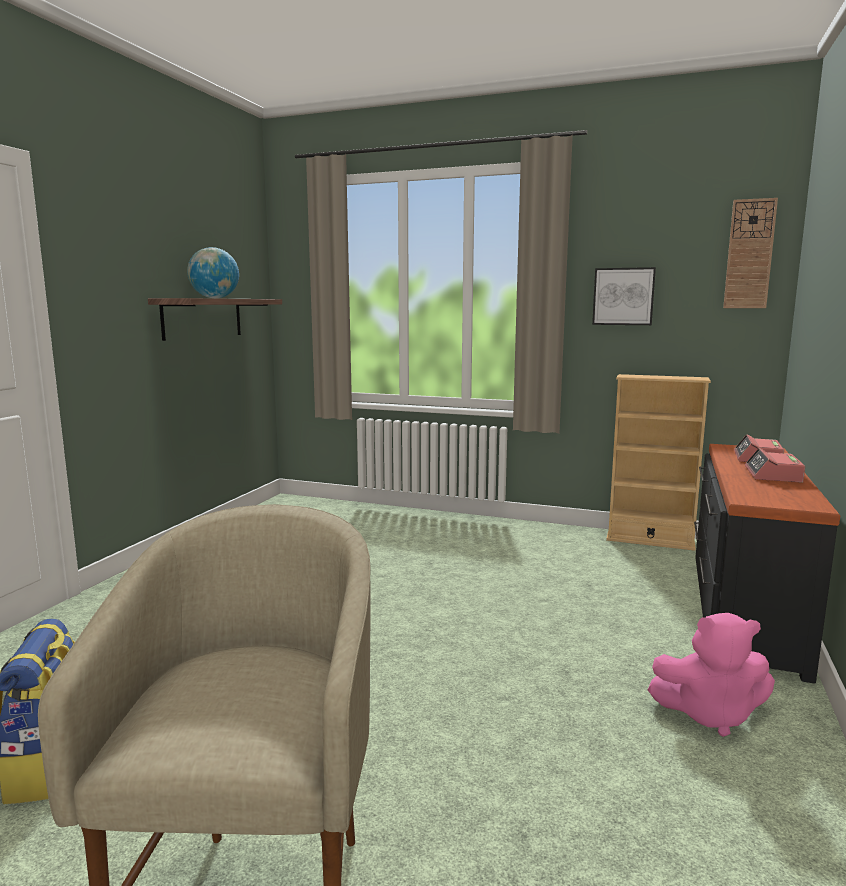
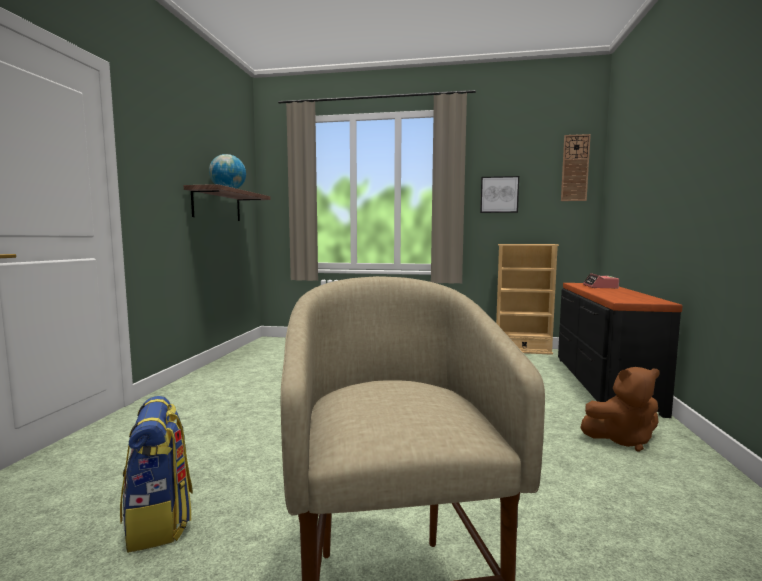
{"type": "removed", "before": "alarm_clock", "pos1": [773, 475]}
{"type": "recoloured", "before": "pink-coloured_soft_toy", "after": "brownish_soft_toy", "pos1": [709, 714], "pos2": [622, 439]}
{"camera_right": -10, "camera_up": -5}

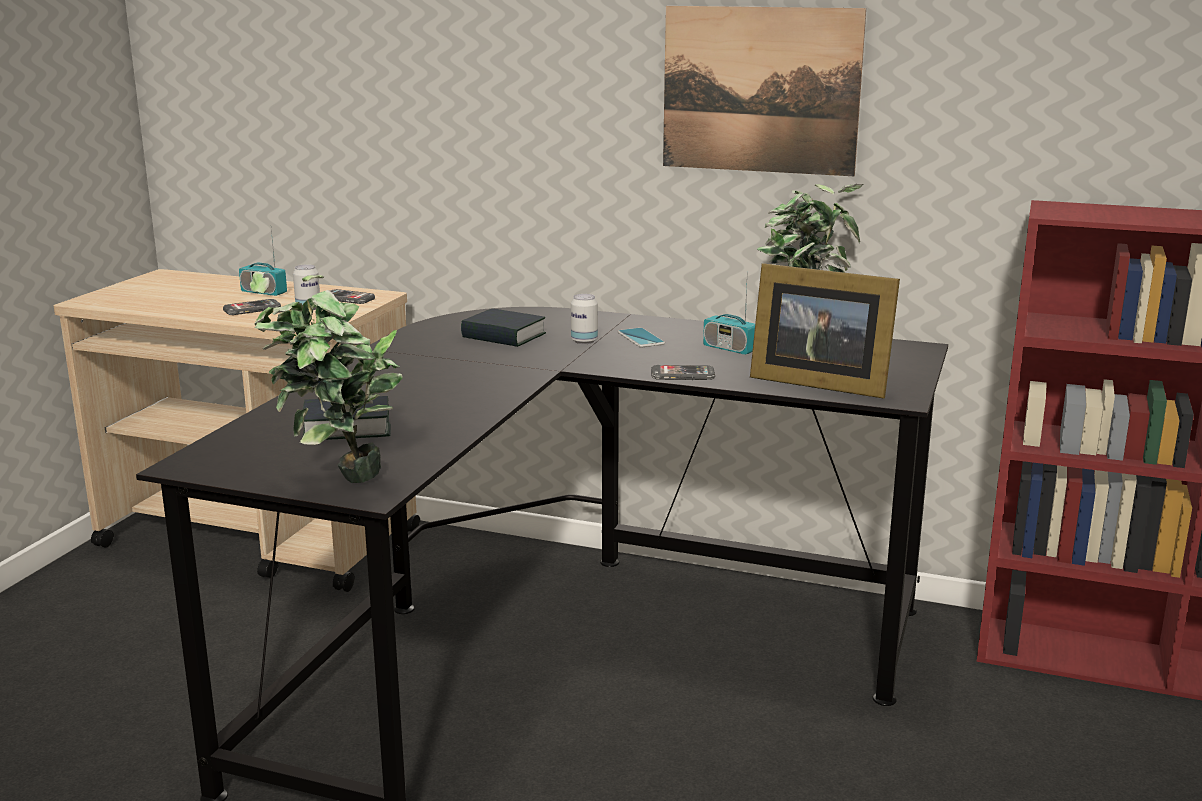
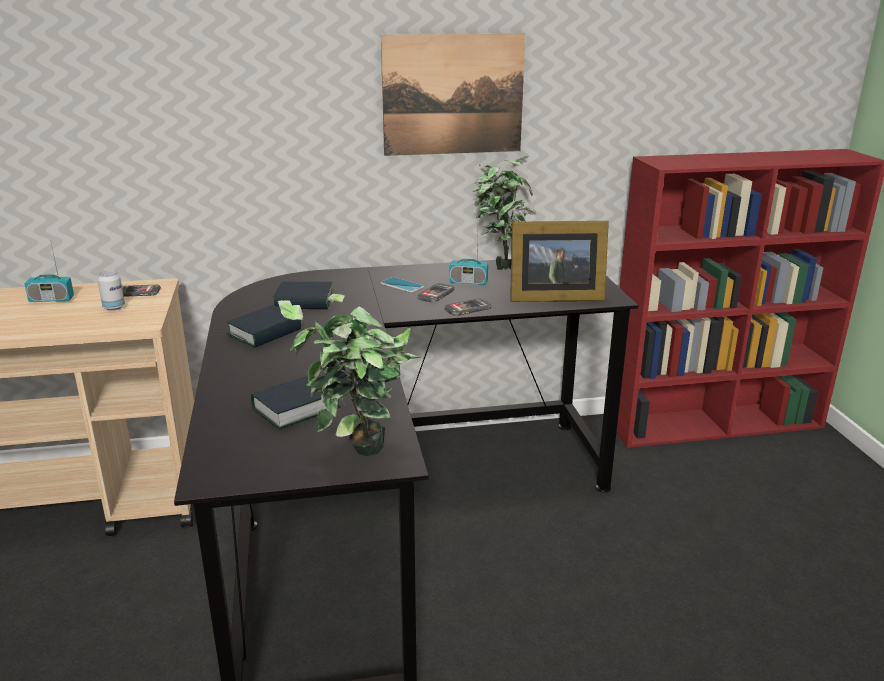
{"type": "removed", "before": "can", "pos1": [584, 341]}
{"type": "moved", "before": "telephone", "pos1": [252, 309], "pos2": [436, 294]}
{"type": "added", "after": "volume", "pos2": [265, 333]}
{"camera_right": -30, "camera_up": 5}

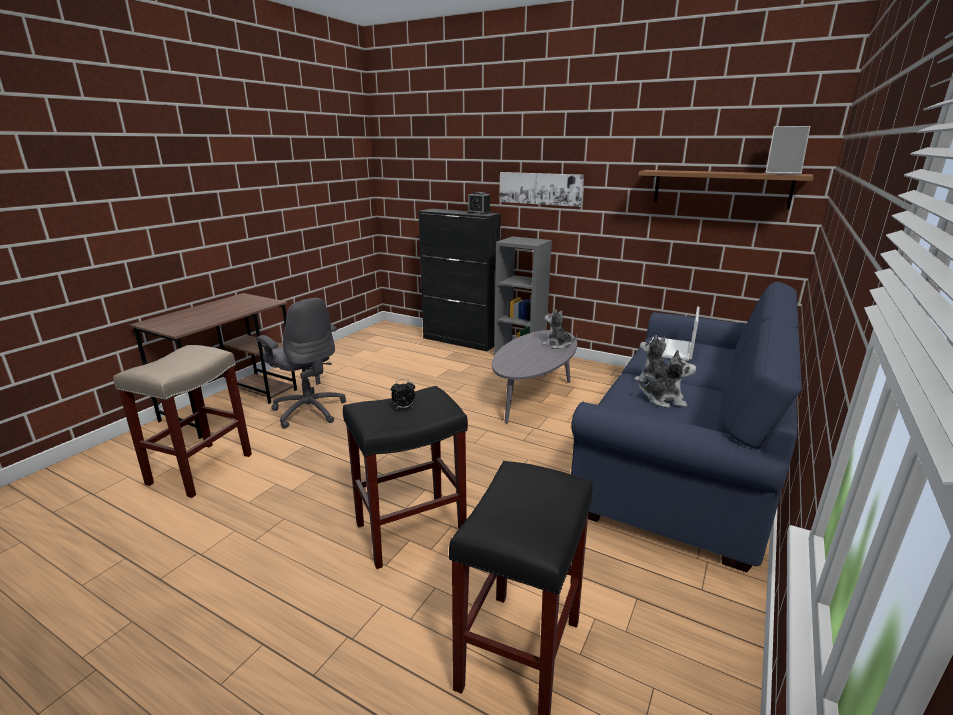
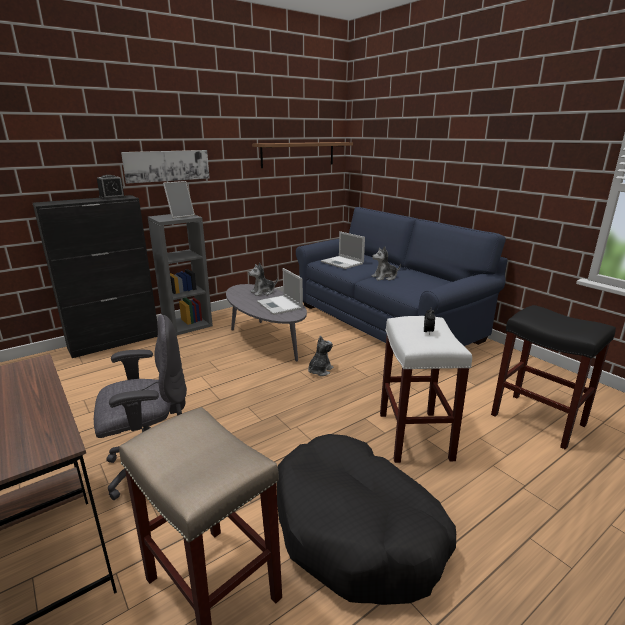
{"type": "moved", "before": "standing_frame", "pos1": [782, 173], "pos2": [180, 216]}
{"type": "moved", "before": "soft_toy", "pos1": [664, 400], "pos2": [319, 370]}
{"type": "recoloured", "before": "black-coloured_stool", "after": "whitish_stool", "pos1": [409, 531], "pos2": [415, 436]}
{"type": "added", "after": "notebook_computer", "pos2": [280, 305]}
{"type": "added", "after": "black-coloured_pet_bed", "pos2": [357, 529]}
{"camera_right": -65, "camera_up": 0}

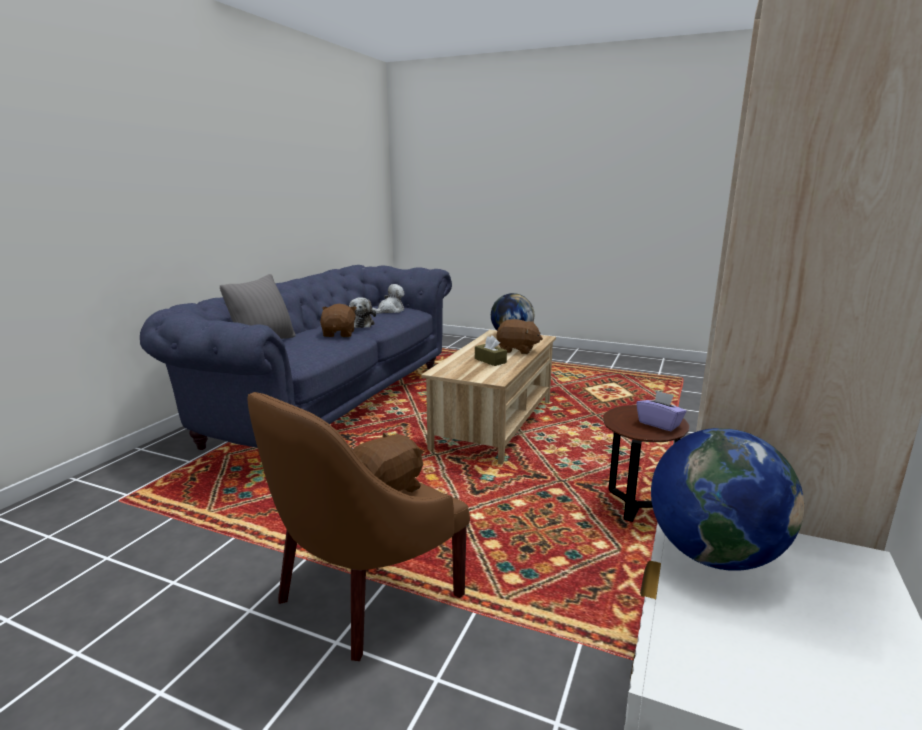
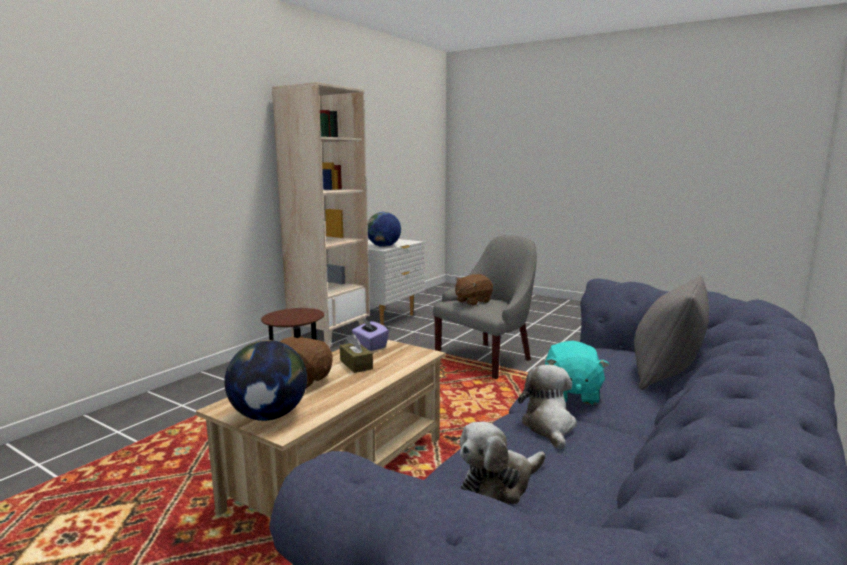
{"type": "recoloured", "before": "brownish_soft_toy", "after": "blue-green_soft_toy", "pos1": [339, 334], "pos2": [571, 394]}
{"type": "moved", "before": "purple_box_of_tissues", "pos1": [659, 424], "pos2": [370, 346]}
{"type": "recoloured", "before": "brownish_lounge_chair", "after": "grey_lounge_chair", "pos1": [362, 595], "pos2": [487, 358]}
{"camera_right": -170, "camera_up": -5}

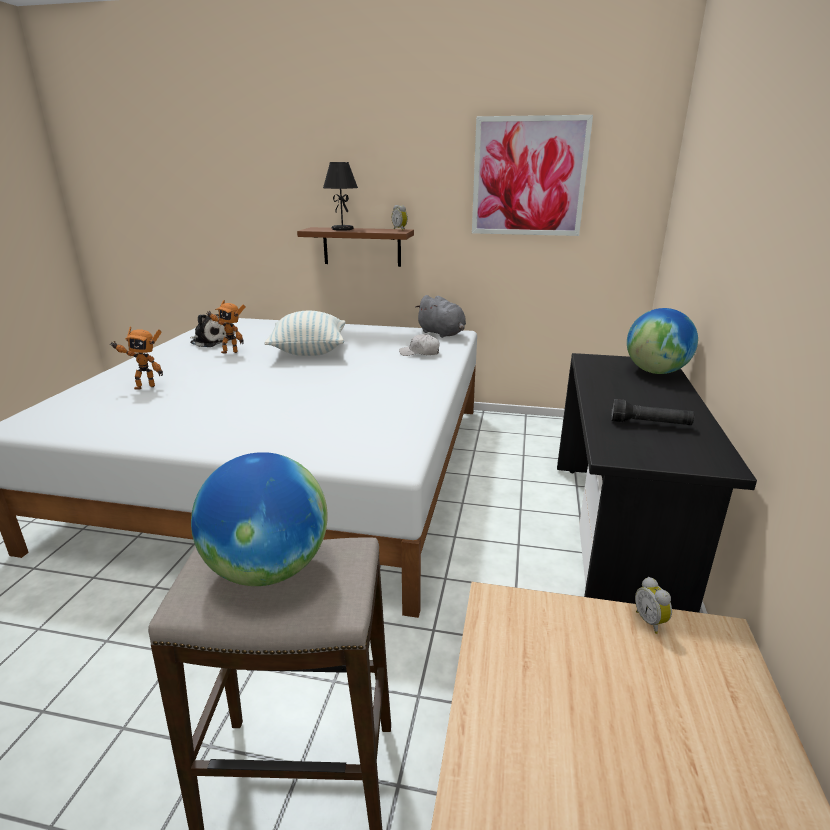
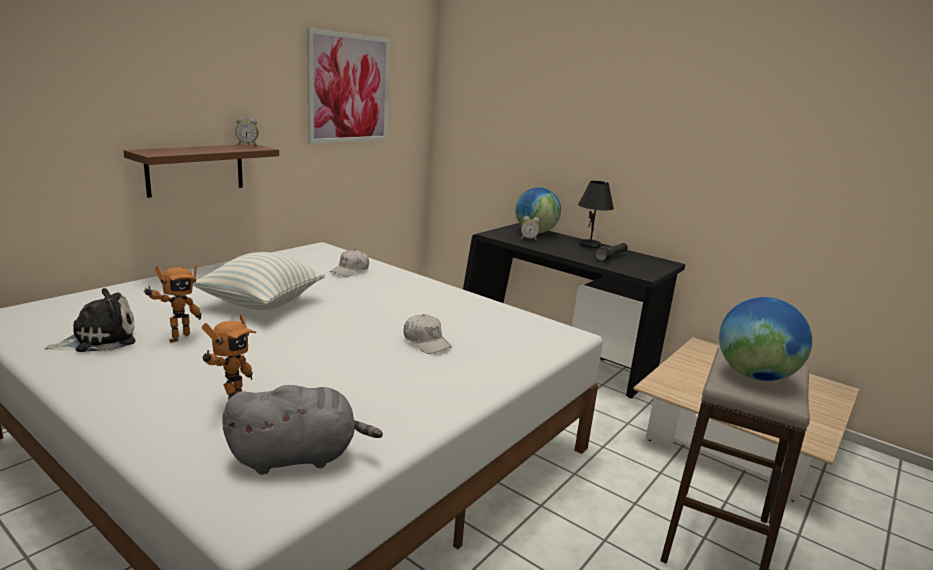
{"type": "moved", "before": "black-coloured_lamp_for_a_table", "pos1": [342, 229], "pos2": [590, 245]}
{"type": "moved", "before": "grey_soft_toy", "pos1": [442, 334], "pos2": [298, 457]}
{"type": "moved", "before": "alarm_clock", "pos1": [651, 621], "pos2": [529, 239]}
{"type": "added", "after": "whitish_peaked_cap", "pos2": [426, 342]}
{"camera_right": -65, "camera_up": -5}

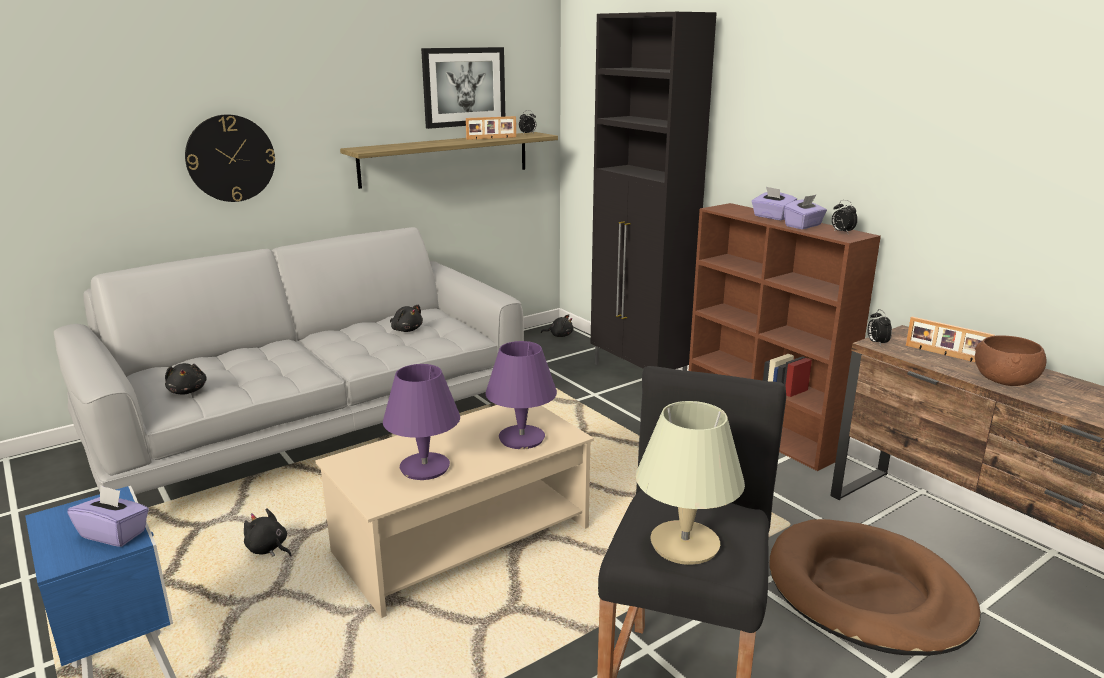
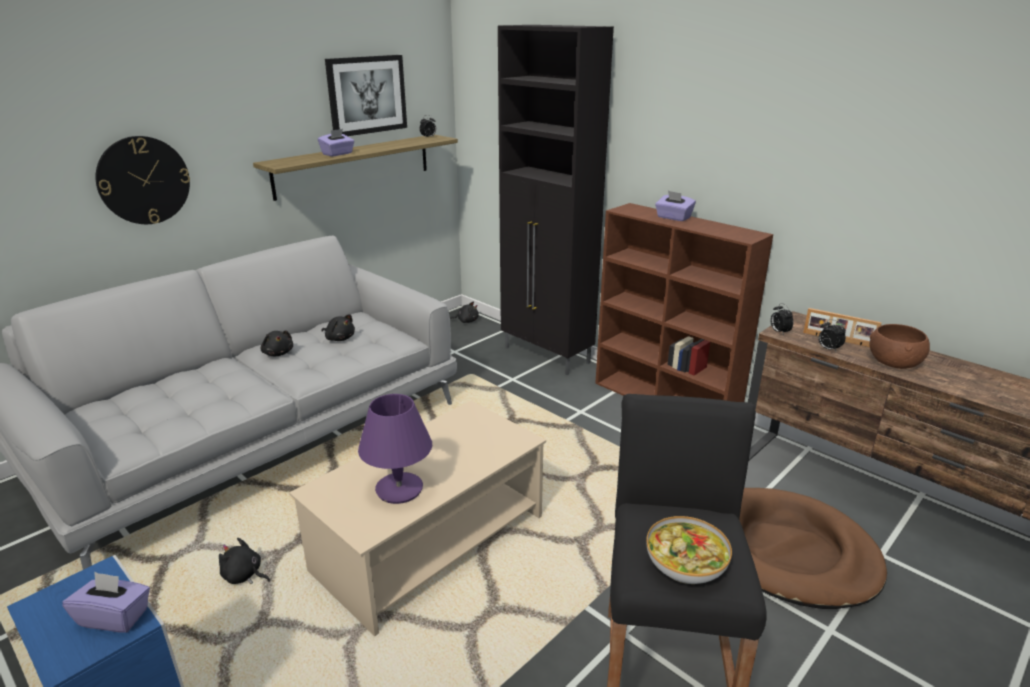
{"type": "removed", "before": "standing_frame", "pos1": [491, 138]}
{"type": "moved", "before": "purple_box_of_tissues", "pos1": [803, 226], "pos2": [338, 154]}
{"type": "moved", "before": "alarm_clock", "pos1": [841, 232], "pos2": [828, 349]}
{"type": "removed", "before": "purple_lamp_for_a_table", "pos1": [521, 438]}
{"type": "moved", "before": "black-coloured_soft_toy", "pos1": [187, 391], "pos2": [278, 353]}
{"type": "replaced", "before": "beige_lamp_for_a_table", "after": "deep_dish", "pos1": [685, 544], "pos2": [686, 563]}
{"camera_right": -10, "camera_up": 5}

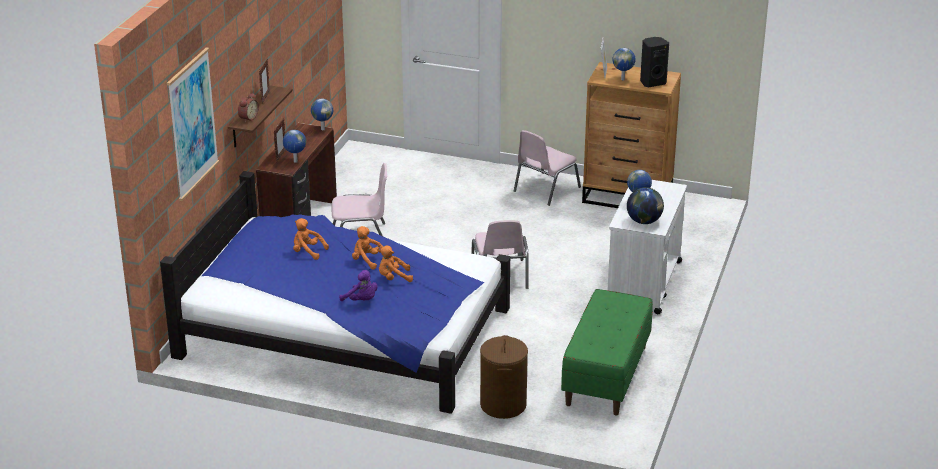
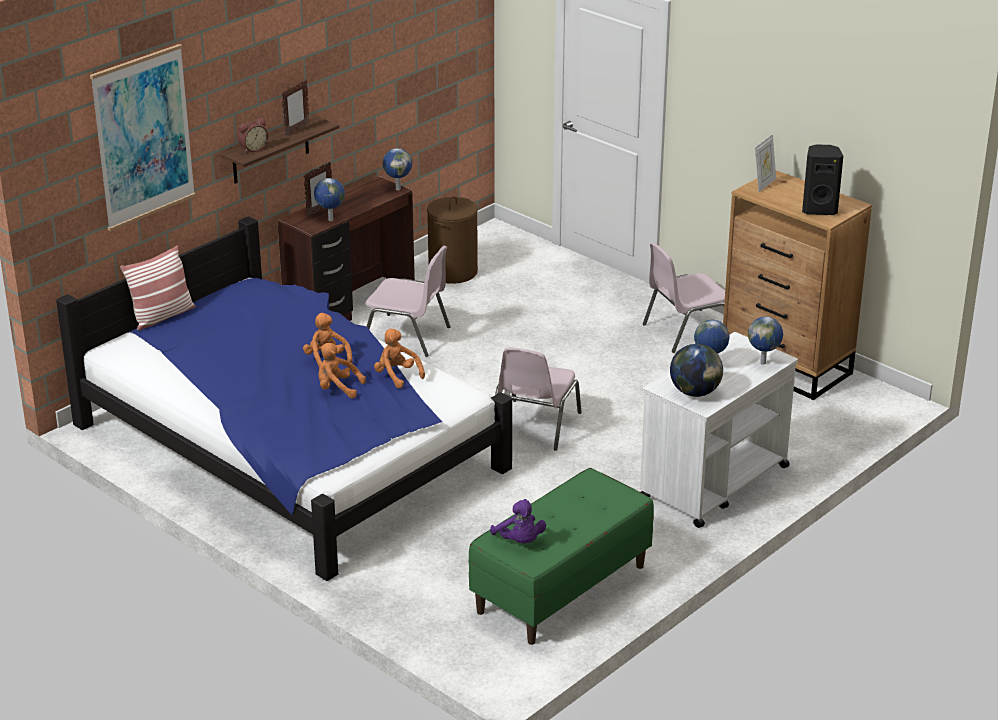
{"type": "moved", "before": "globe", "pos1": [623, 79], "pos2": [763, 363]}
{"type": "moved", "before": "orangey_soft_toy", "pos1": [307, 252], "pos2": [397, 376]}
{"type": "moved", "before": "purple_soft_toy", "pos1": [361, 300], "pos2": [519, 541]}
{"type": "moved", "before": "brownish_hamper", "pos1": [503, 405], "pos2": [453, 272]}
{"type": "added", "after": "pillow", "pos2": [162, 316]}
{"camera_right": 25, "camera_up": 0}

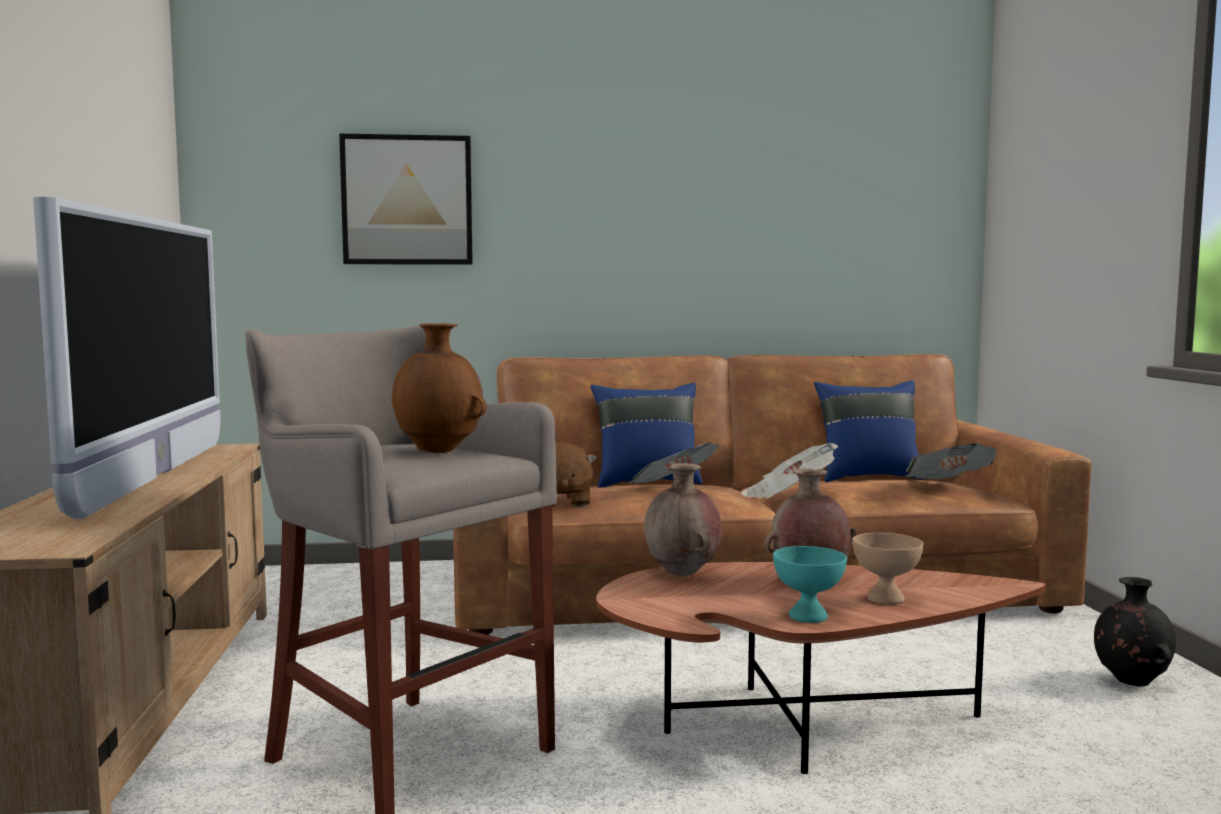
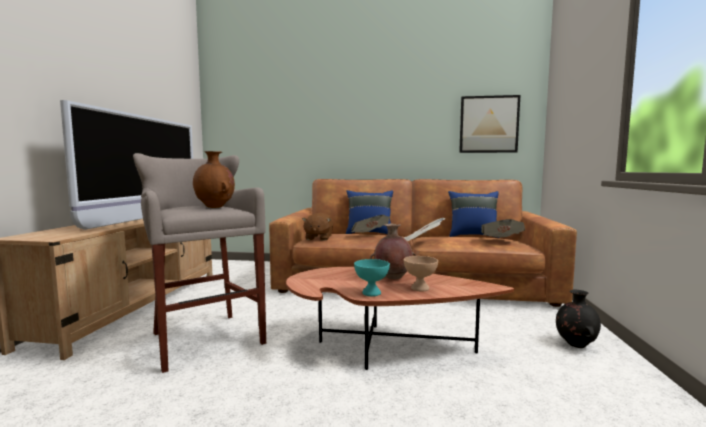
{"type": "moved", "before": "wall_art", "pos1": [407, 200], "pos2": [488, 124]}
{"type": "removed", "before": "brownish_vase", "pos1": [683, 573]}
{"camera_right": 15, "camera_up": 0}

